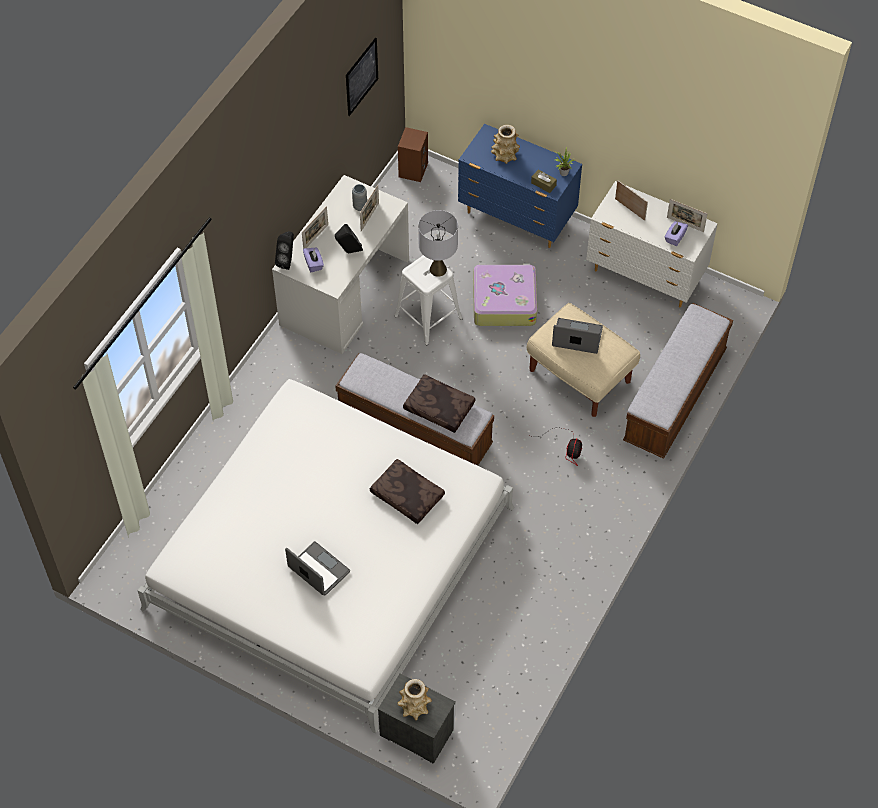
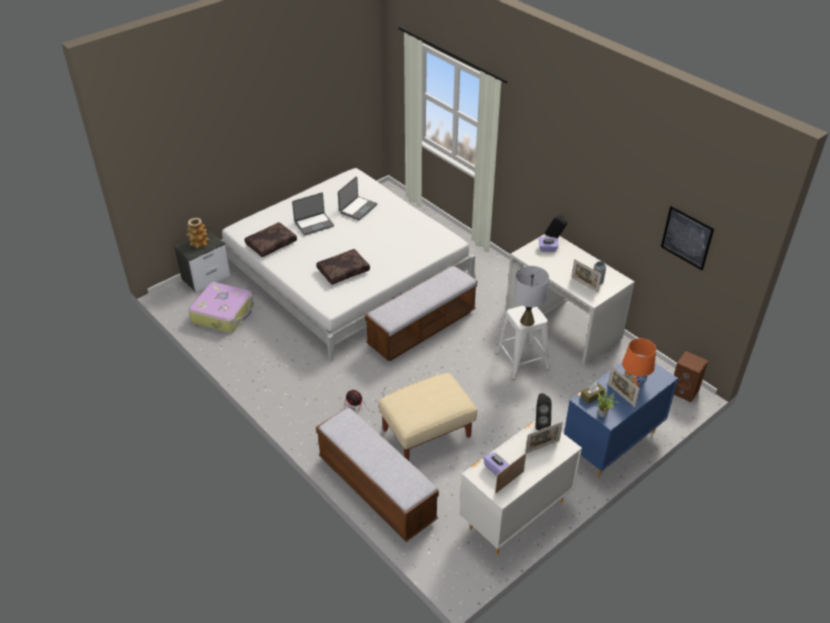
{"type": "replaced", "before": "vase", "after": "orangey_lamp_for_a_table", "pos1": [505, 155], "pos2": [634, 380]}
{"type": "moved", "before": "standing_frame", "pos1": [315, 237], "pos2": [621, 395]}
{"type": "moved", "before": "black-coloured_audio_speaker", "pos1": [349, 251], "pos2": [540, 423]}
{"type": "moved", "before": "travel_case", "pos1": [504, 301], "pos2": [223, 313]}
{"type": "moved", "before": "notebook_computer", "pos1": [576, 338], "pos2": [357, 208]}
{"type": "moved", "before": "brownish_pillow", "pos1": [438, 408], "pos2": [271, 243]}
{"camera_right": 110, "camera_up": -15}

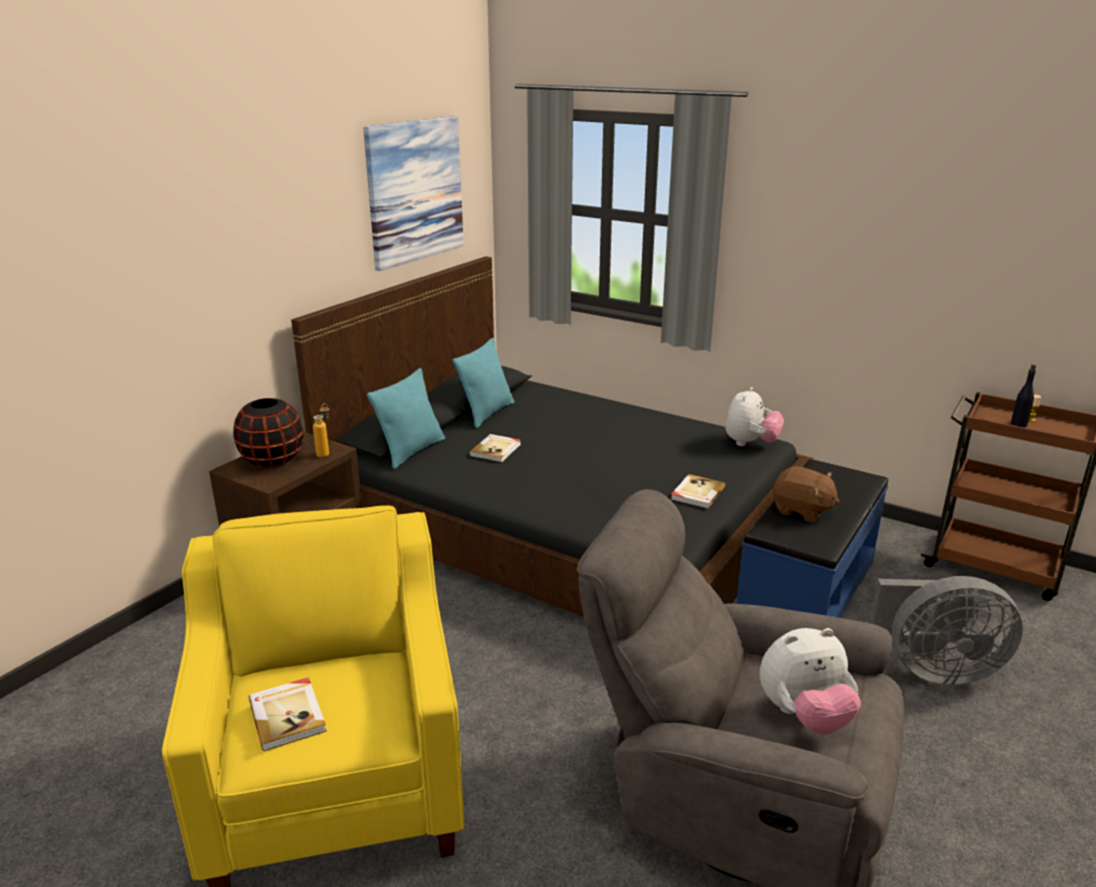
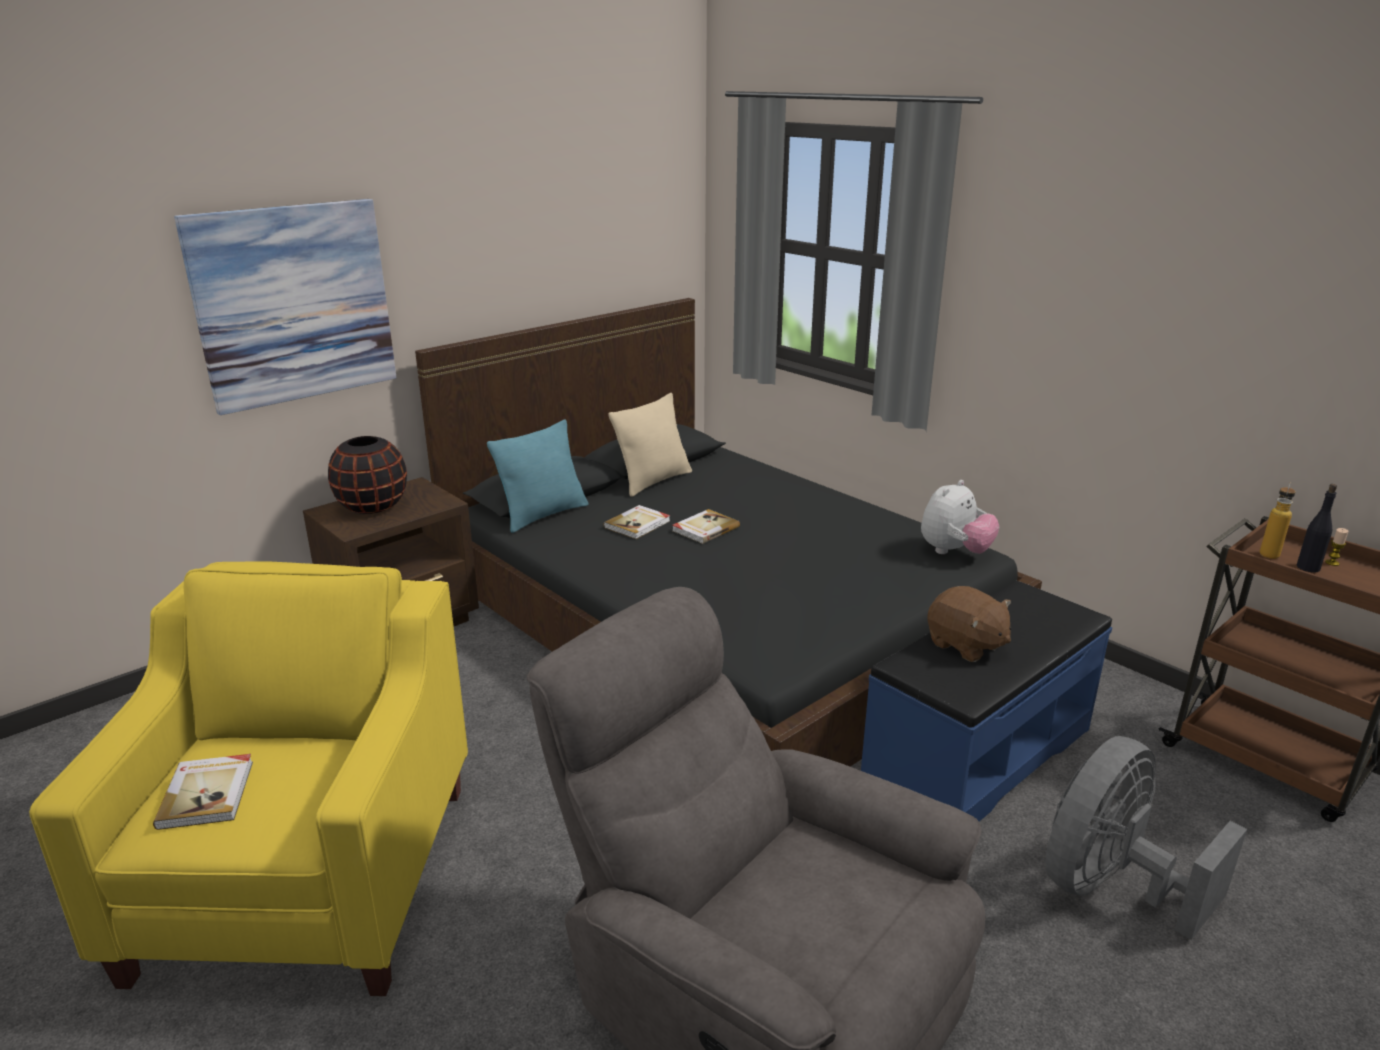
{"type": "moved", "before": "wall_art", "pos1": [415, 191], "pos2": [294, 304]}
{"type": "recoloured", "before": "blue-green_pillow", "after": "beige_pillow", "pos1": [487, 413], "pos2": [653, 481]}
{"type": "moved", "before": "beverage_bottle", "pos1": [325, 453], "pos2": [1270, 552]}
{"type": "moved", "before": "volume", "pos1": [697, 493], "pos2": [704, 529]}
{"type": "turned", "before": "grey_electric_fan", "pos1": [933, 669], "pos2": [1110, 886], "turn": 120}
{"type": "removed", "before": "soft_toy", "pos1": [804, 716]}
{"camera_right": 15, "camera_up": 0}

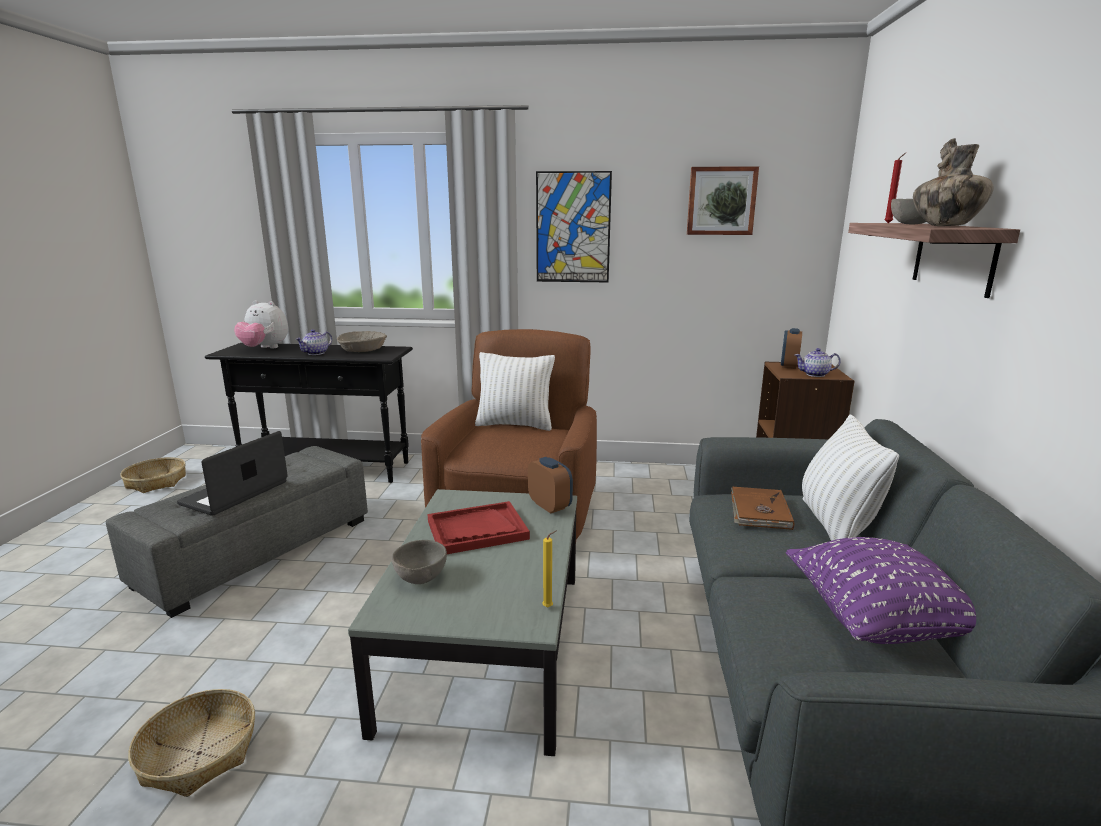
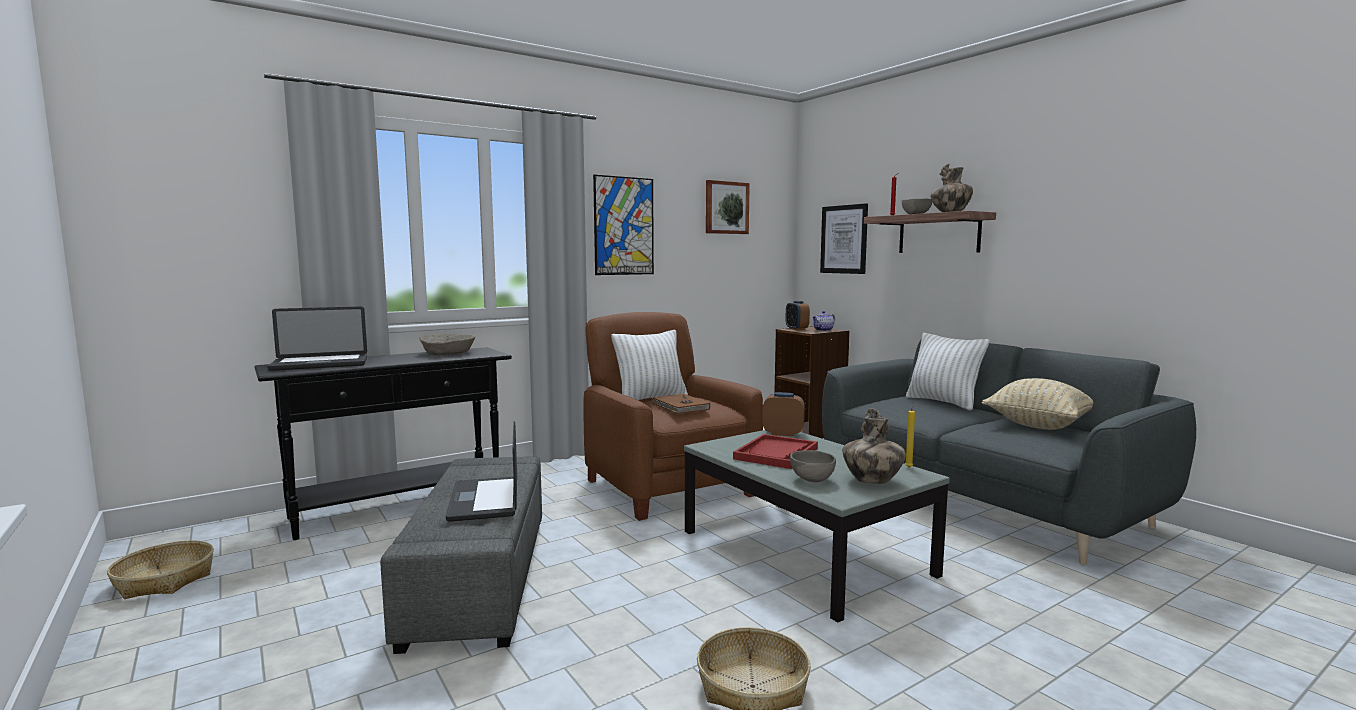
{"type": "replaced", "before": "soft_toy", "after": "notebook_computer", "pos1": [264, 348], "pos2": [320, 364]}
{"type": "removed", "before": "pot_for_tea", "pos1": [316, 353]}
{"type": "moved", "before": "brownish_volume", "pos1": [759, 511], "pos2": [680, 407]}
{"type": "recoloured", "before": "purple_pillow", "after": "beige_pillow", "pos1": [877, 621], "pos2": [1039, 425]}
{"type": "added", "after": "wall_art", "pos2": [844, 239]}
{"type": "added", "after": "vase", "pos2": [871, 481]}
{"camera_right": -40, "camera_up": -10}

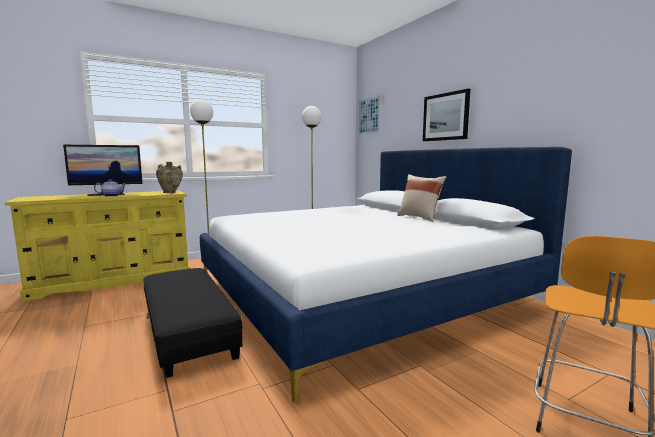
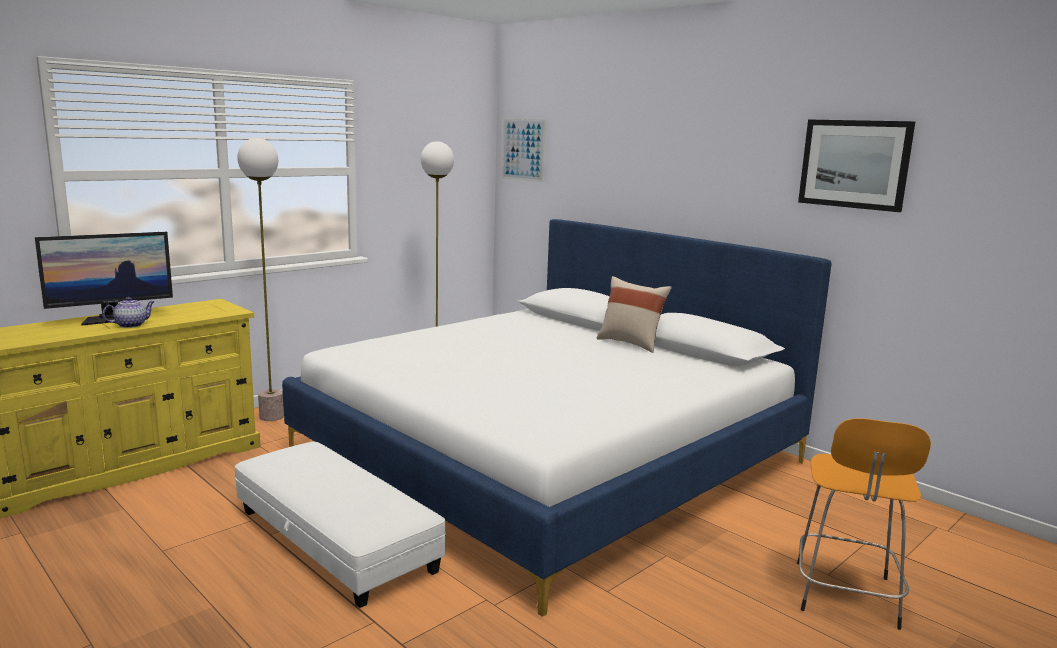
{"type": "moved", "before": "wall_art", "pos1": [445, 117], "pos2": [854, 164]}
{"type": "removed", "before": "beige_vase", "pos1": [170, 193]}
{"type": "recoloured", "before": "black-coloured_pouffe", "after": "whitish_pouffe", "pos1": [188, 330], "pos2": [335, 540]}
{"camera_right": -15, "camera_up": 5}

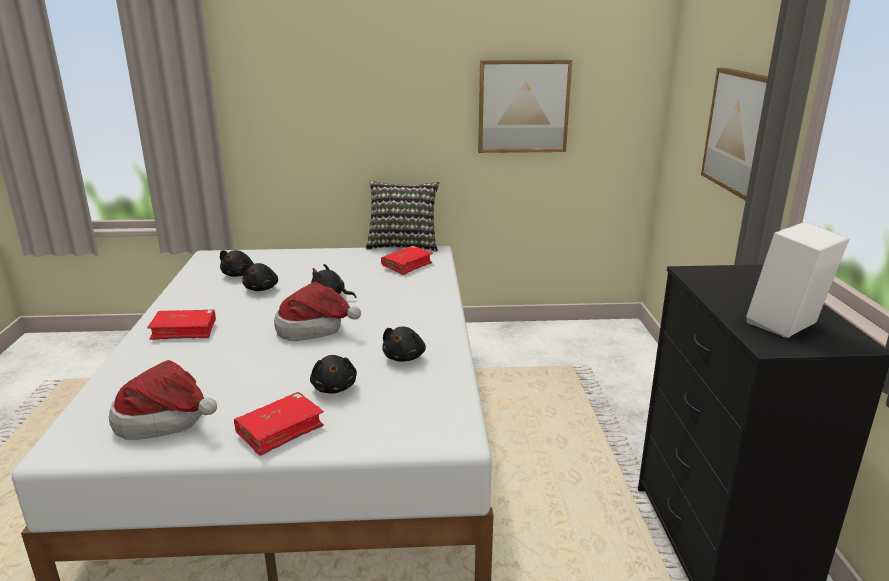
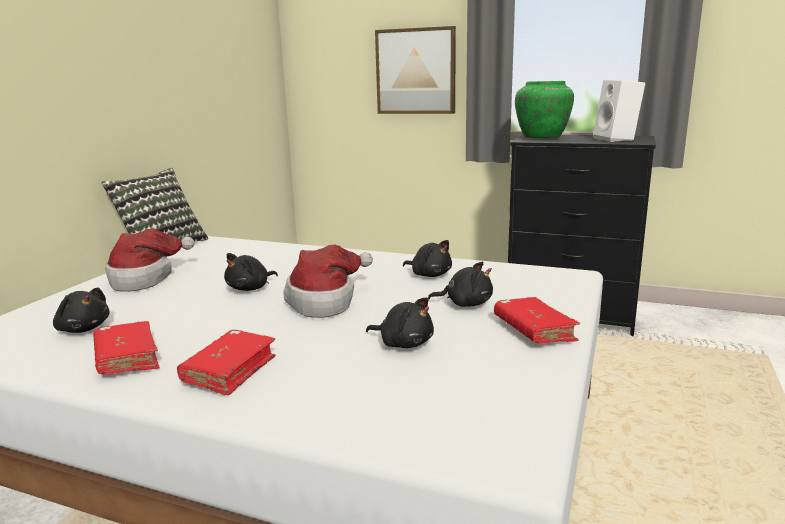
{"type": "removed", "before": "wall_art", "pos1": [523, 106]}
{"type": "moved", "before": "red_volume", "pos1": [407, 265], "pos2": [127, 358]}
{"type": "moved", "before": "black-coloured_soft_toy", "pos1": [262, 288], "pos2": [404, 343]}
{"type": "moved", "before": "hat", "pos1": [166, 421], "pos2": [145, 278]}
{"type": "added", "after": "green-coloured_vase", "pos2": [542, 137]}
{"camera_right": -65, "camera_up": -5}

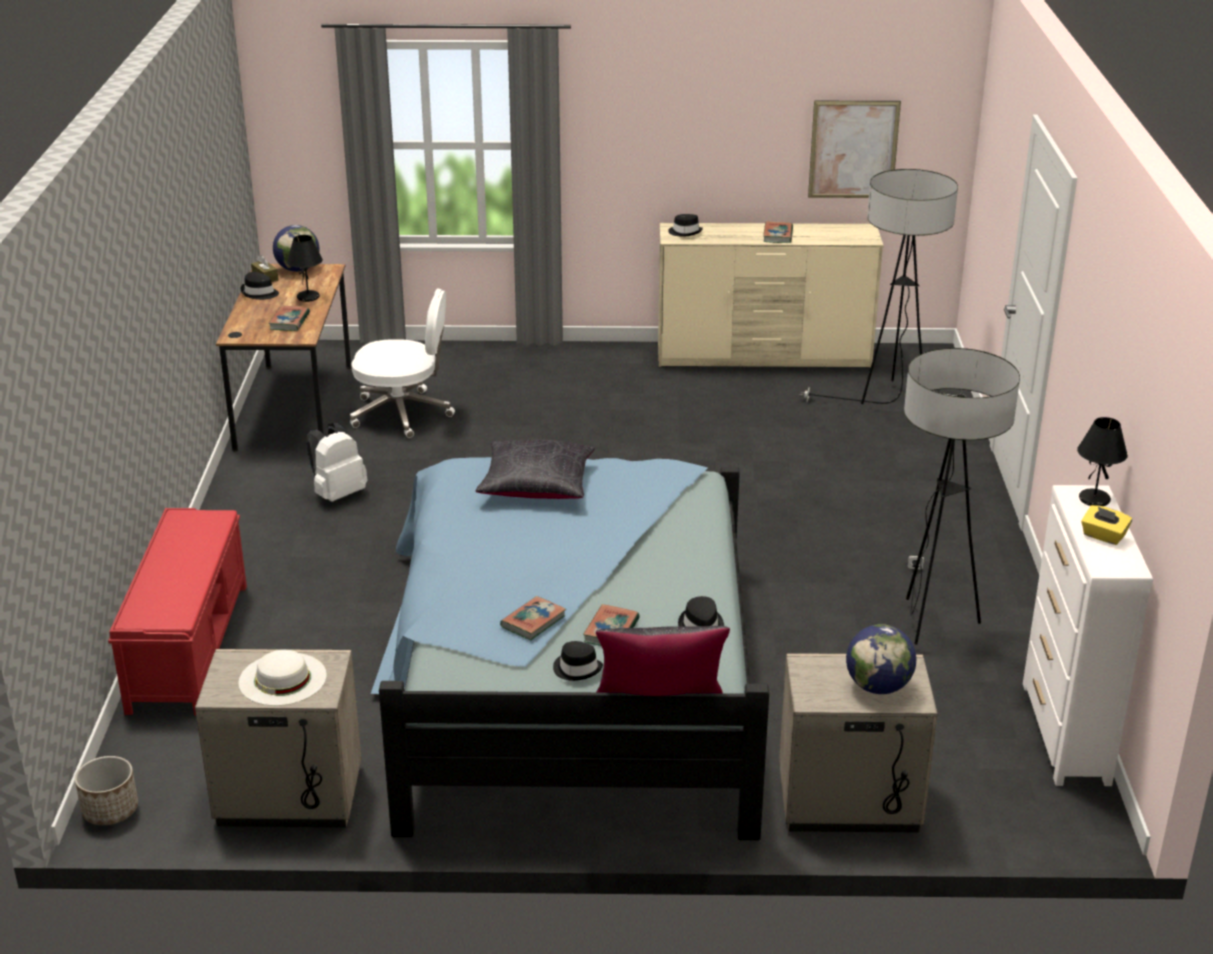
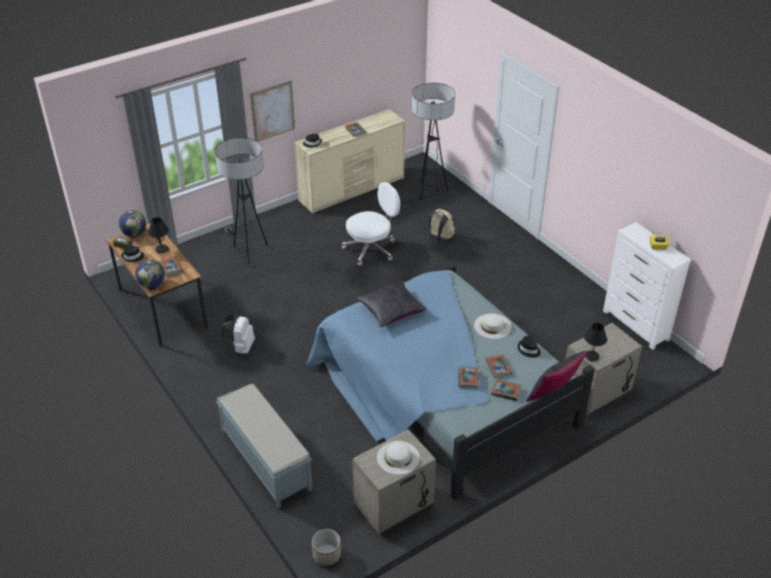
{"type": "moved", "before": "wall_art", "pos1": [853, 149], "pos2": [273, 111]}
{"type": "moved", "before": "whitish_office_chair", "pos1": [403, 413], "pos2": [371, 249]}
{"type": "moved", "before": "standard_lamp", "pos1": [932, 624], "pos2": [249, 253]}
{"type": "moved", "before": "black-coloured_lamp_for_a_table", "pos1": [1094, 500], "pos2": [592, 357]}
{"type": "recoloured", "before": "red_bench", "after": "grey_bench", "pos1": [189, 646], "pos2": [265, 459]}
{"type": "moved", "before": "globe", "pos1": [878, 687], "pos2": [152, 284]}
{"type": "replaced", "before": "black-coloured_hat", "after": "volume", "pos1": [577, 668], "pos2": [505, 392]}
{"type": "added", "after": "beige_knapsack", "pos2": [439, 238]}
{"type": "added", "after": "whitish_hat", "pos2": [492, 326]}
{"camera_right": -35, "camera_up": 10}

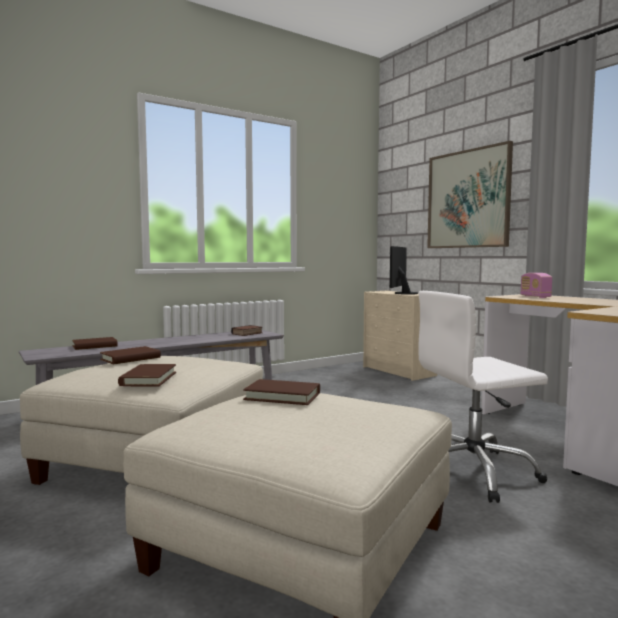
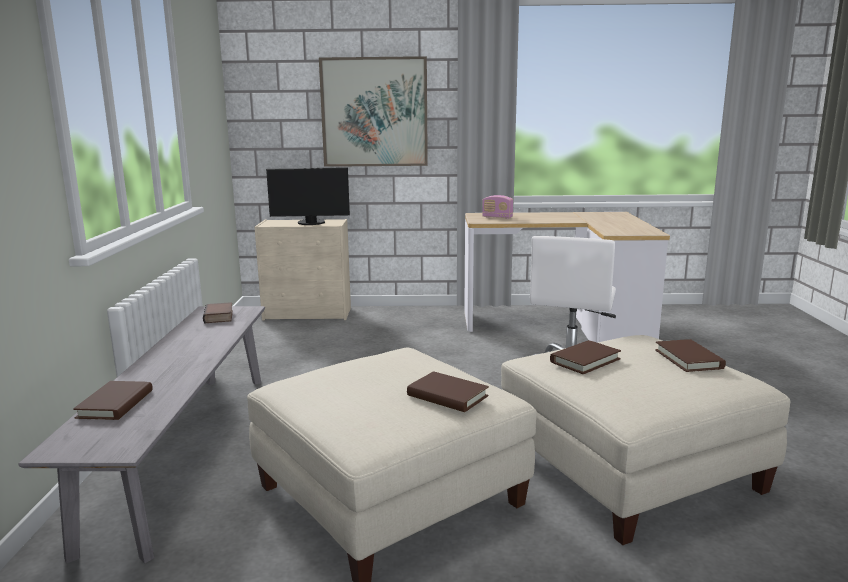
{"type": "turned", "before": "monitor", "pos1": [403, 293], "pos2": [311, 223], "turn": -60}
{"type": "moved", "before": "brownish_volume", "pos1": [130, 358], "pos2": [688, 359]}
{"camera_right": -55, "camera_up": 10}

